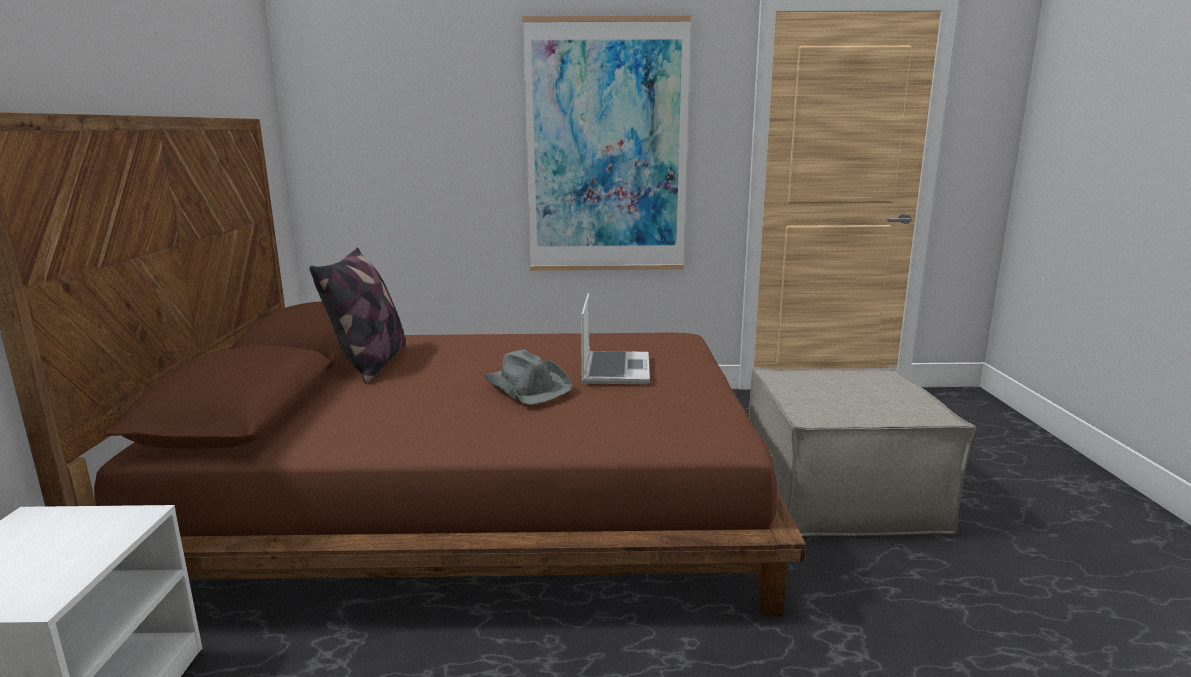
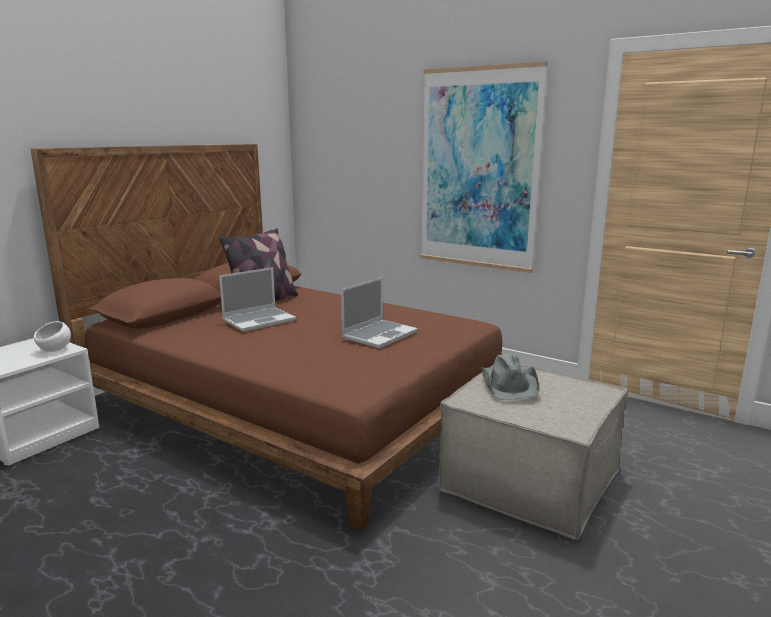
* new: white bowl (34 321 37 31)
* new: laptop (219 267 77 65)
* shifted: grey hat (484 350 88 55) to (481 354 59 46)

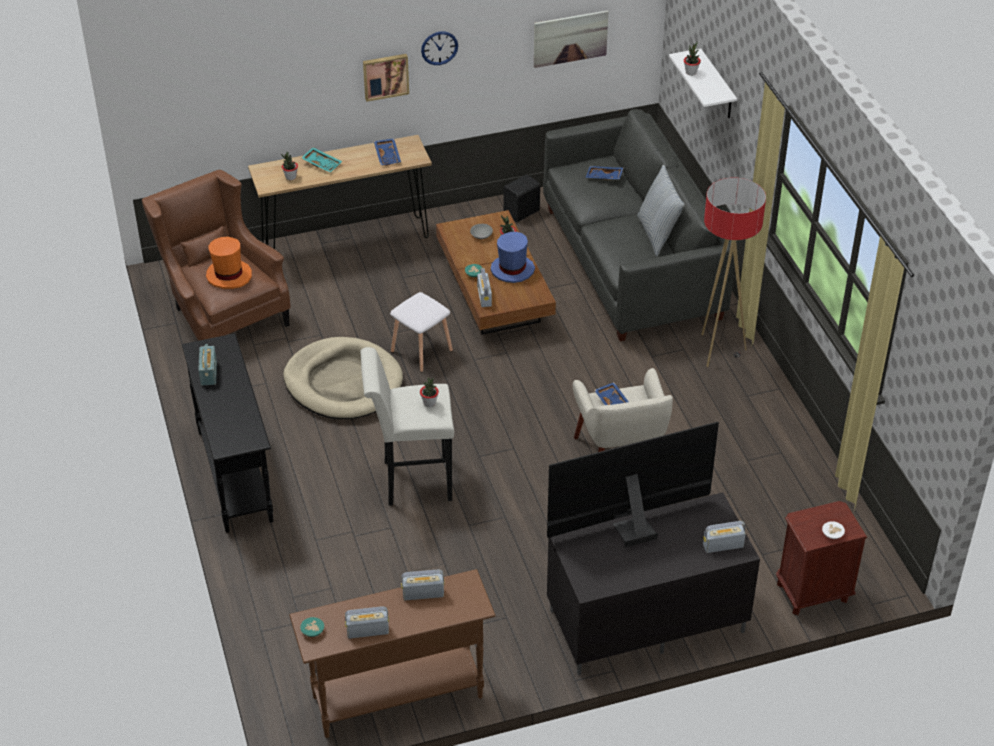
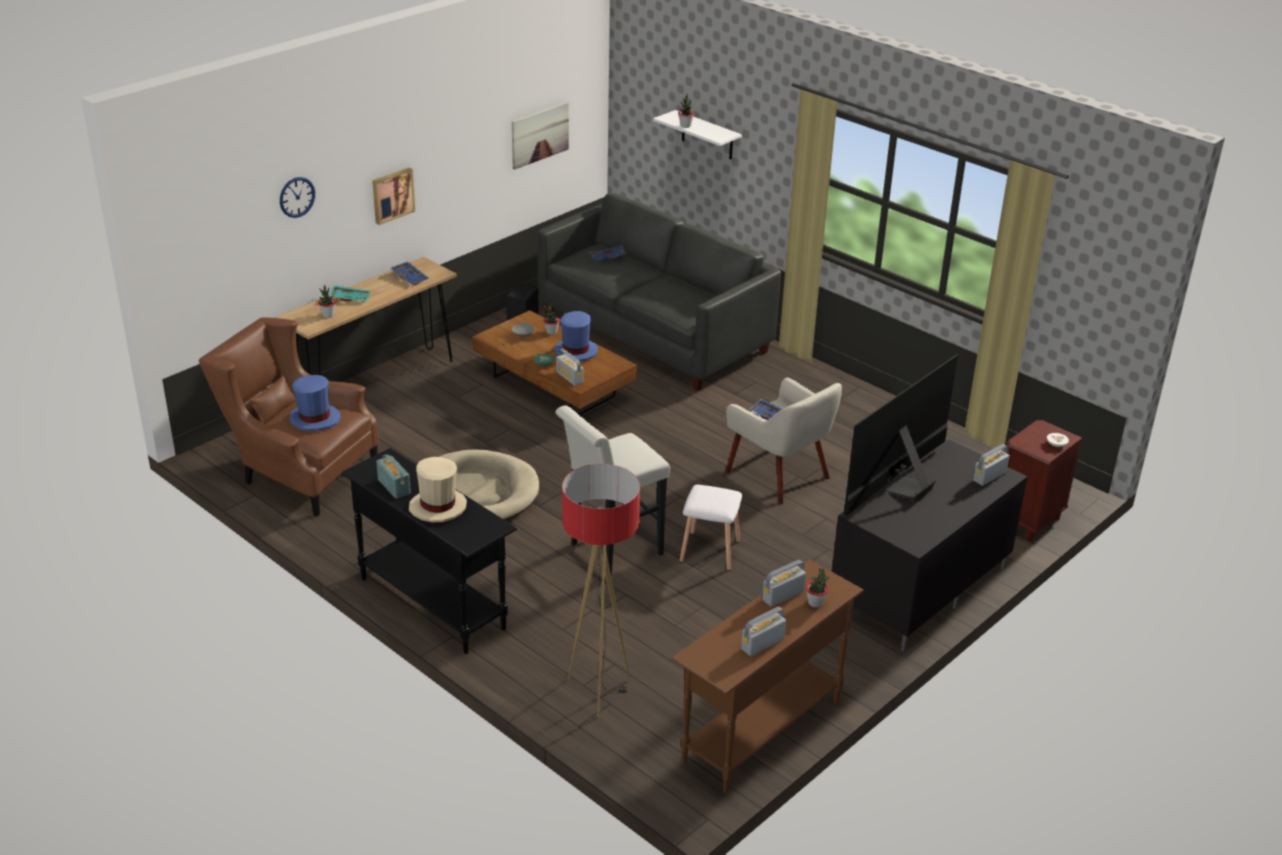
* shifted: wall clock (421 31 37 34) to (280 177 35 41)
* repainted: orange hat (206 237 46 52) to blue hat (290 375 51 56)
* new: beige hat (409 457 58 66)
* shifted: floor lamp (701 177 65 190) to (562 464 78 253)
* shifted: white stool (390 292 63 80) to (680 485 62 86)
* shifted: potted plant (420 377 19 30) to (806 568 23 40)
* gone: turquoise bowl (300 617 24 20)
* gone: pillow (637 165 48 92)

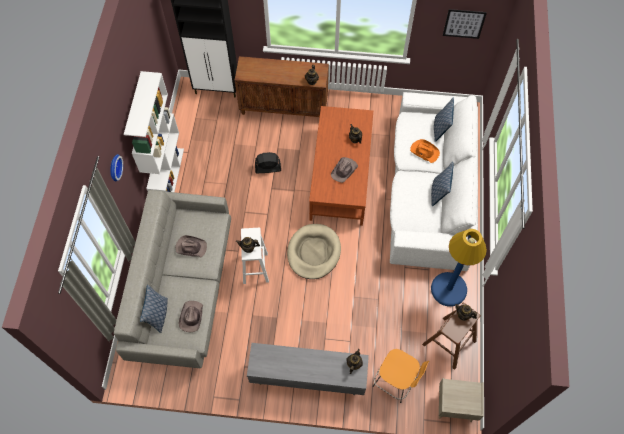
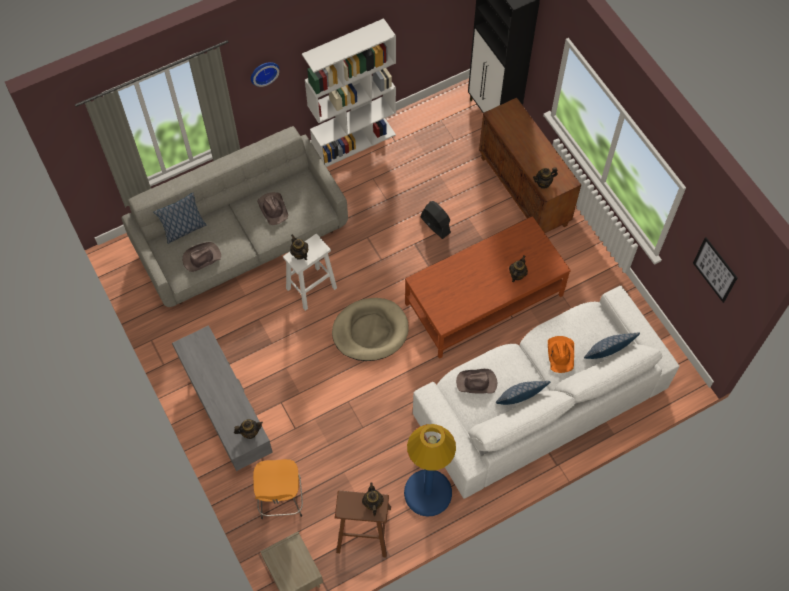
* shifted: brown hat (331 157 27 26) to (456 369 41 25)

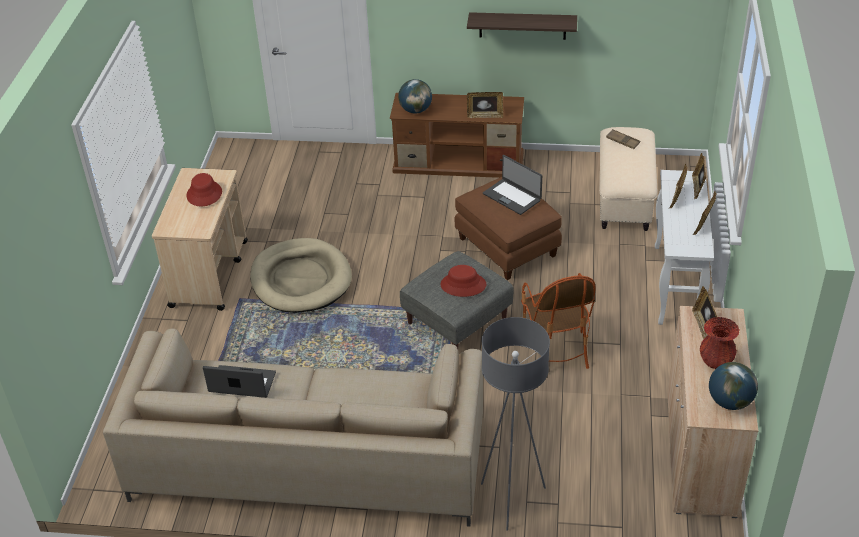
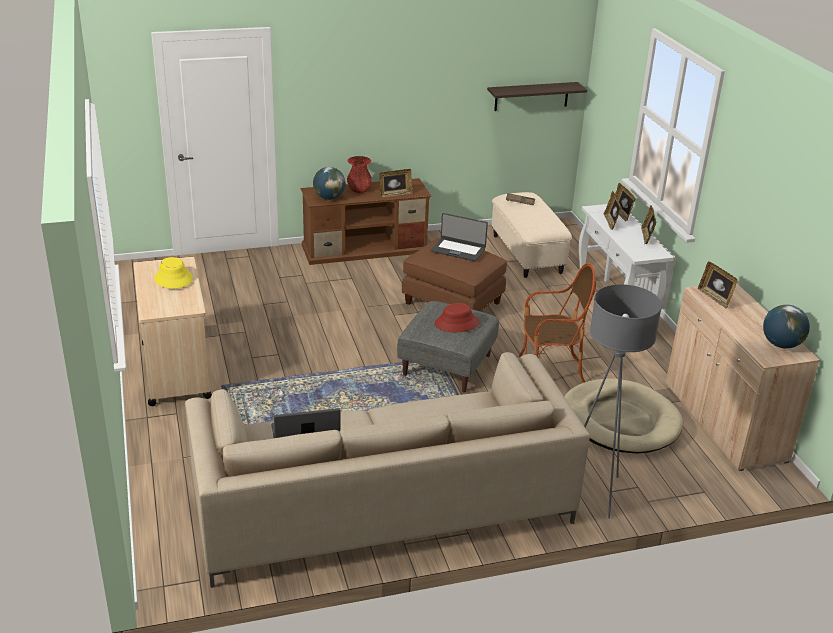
* repainted: red hat (187 173 35 33) to yellow hat (154 257 39 32)
* shifted: red vase (700 317 39 52) to (347 156 25 37)
* shifted: shelf (467 12 110 28) to (487 82 100 29)
* rotated: armchair (521 273 75 96) = (519 263 77 120) 60 degrees counterclockwise
* shifted: beige dog bed (250 238 102 75) to (564 379 119 74)

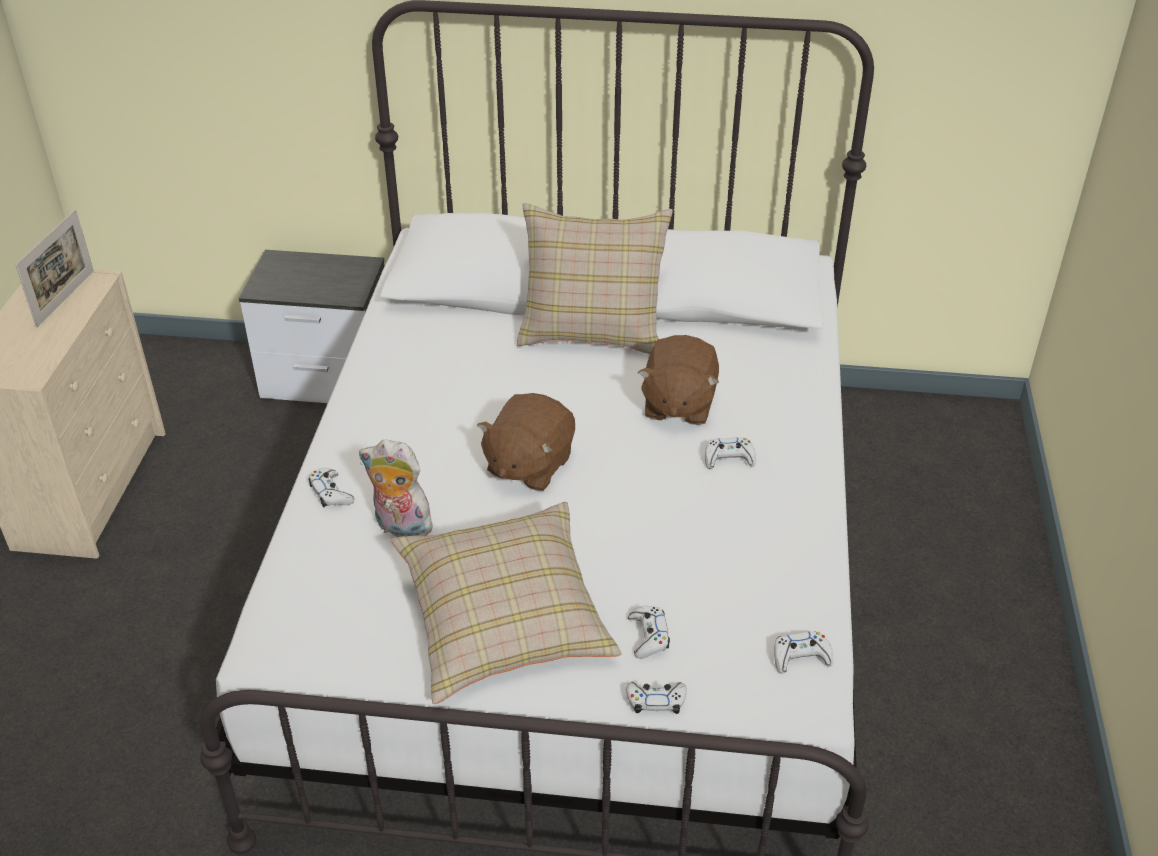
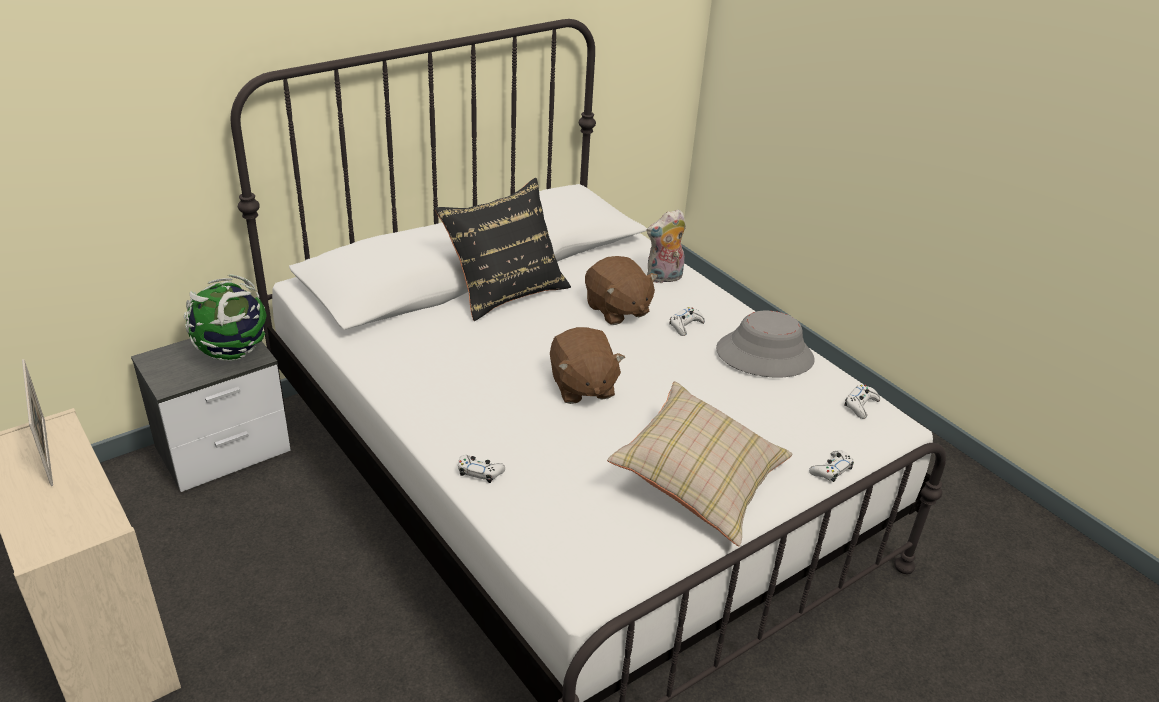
* new: globe (184 274 82 87)
* repainted: beige pillow (517 203 156 151) to black pillow (435 178 136 143)
* shifted: plush toy (359 439 78 98) to (646 209 40 74)
* new: grey hat (716 311 99 67)
* gone: white game controller (628 606 42 53)

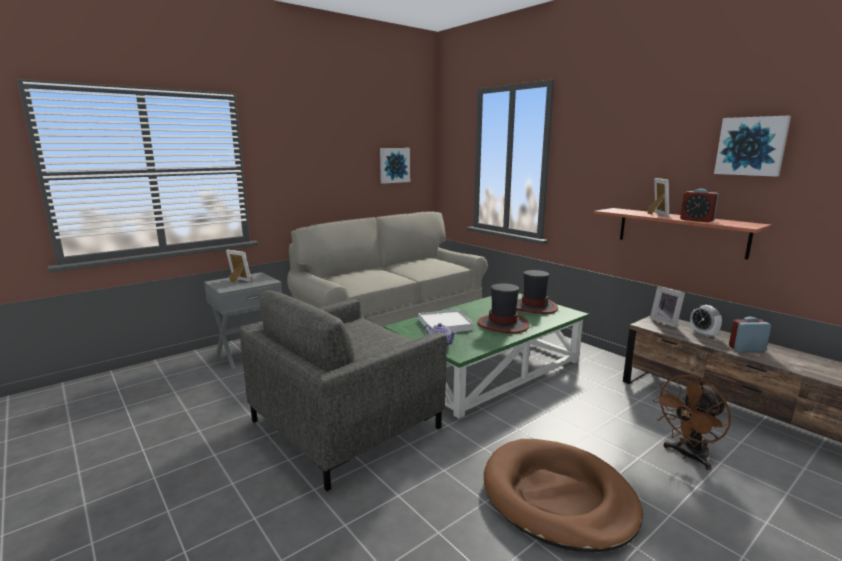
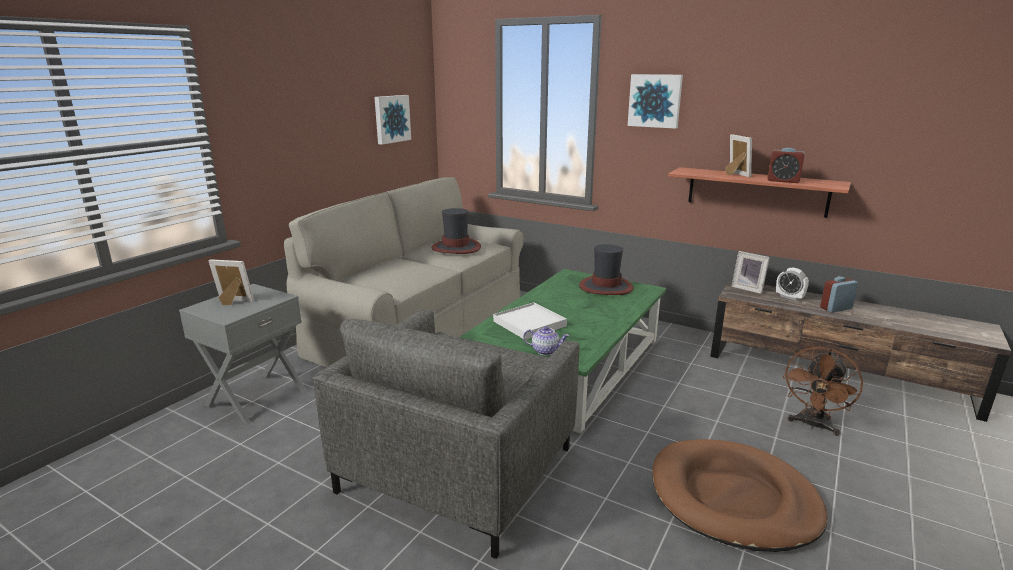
* shifted: hat (477 284 52 50) to (431 208 50 46)
* shifted: picture (714 116 77 61) to (628 74 55 55)

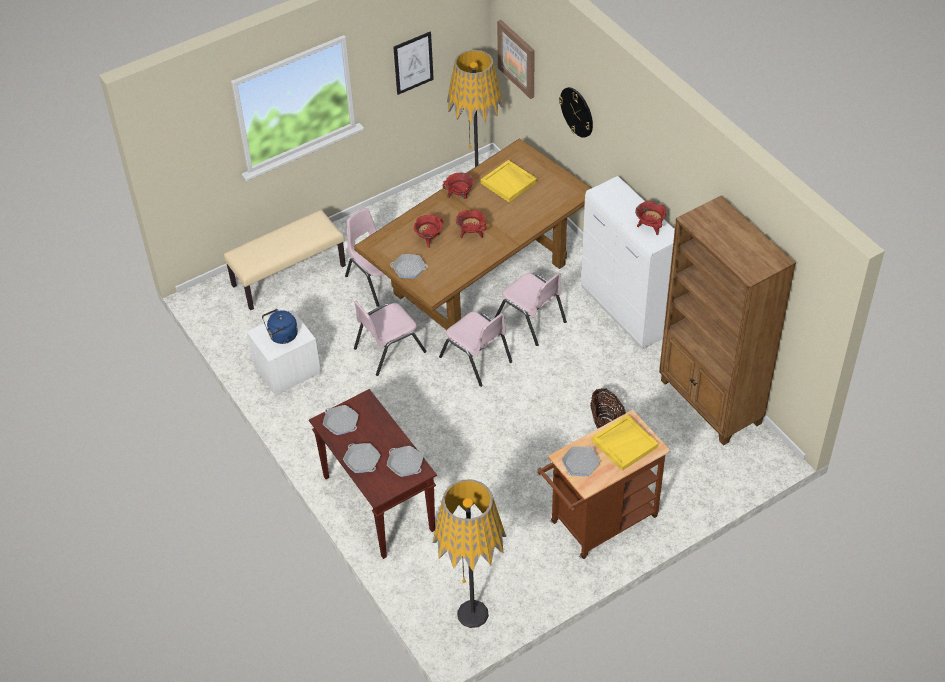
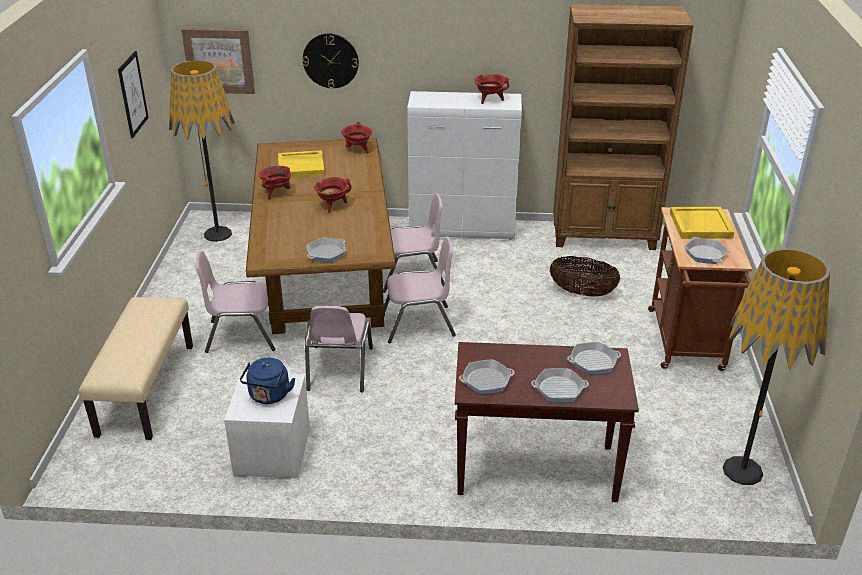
* shifted: red cooking pot (414 215 29 33) to (341 122 31 31)

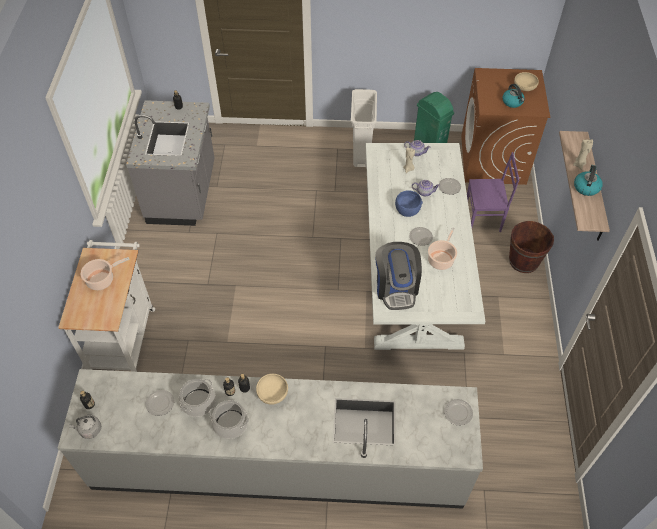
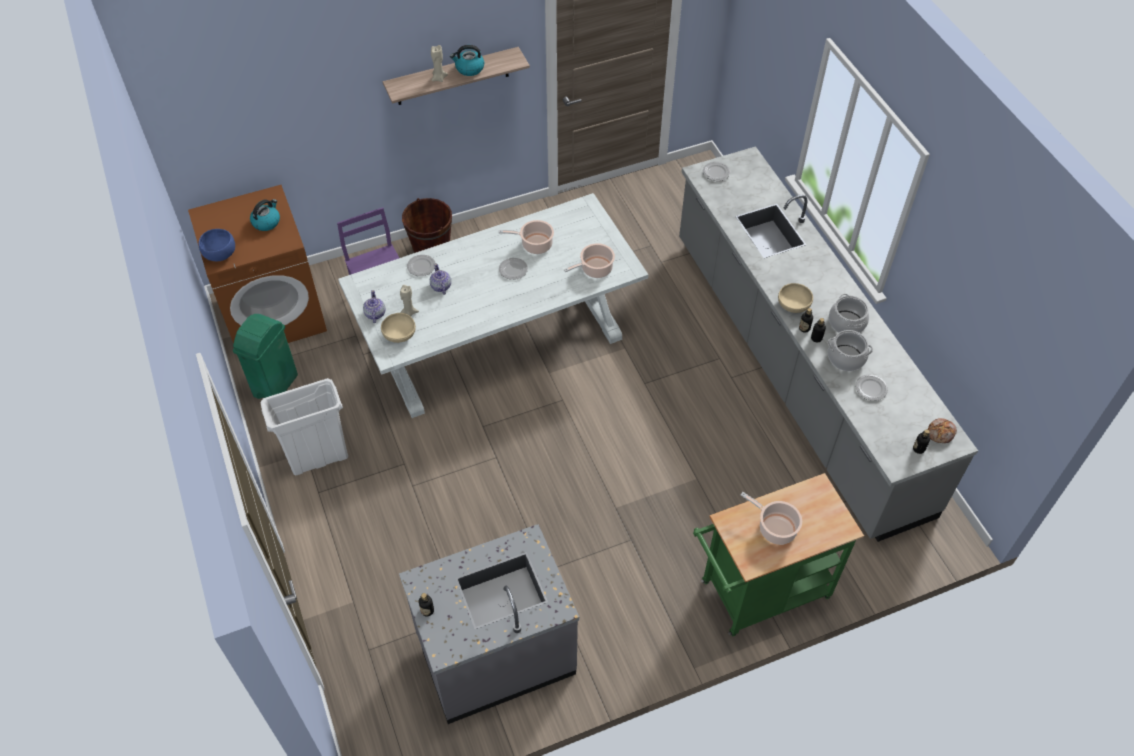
* shifted: blue bowl (395 190 28 27) to (199 229 36 32)
* shifted: beige bowl (514 72 25 19) to (381 313 35 30)
* swapped: coffee machine (375 242 47 68) to cooking pot (564 243 51 35)
* repainted: white cart (58 240 97 132) to green cart (693 473 171 163)
* swapped: grey kettle (69 415 32 24) to bread (928 418 29 25)

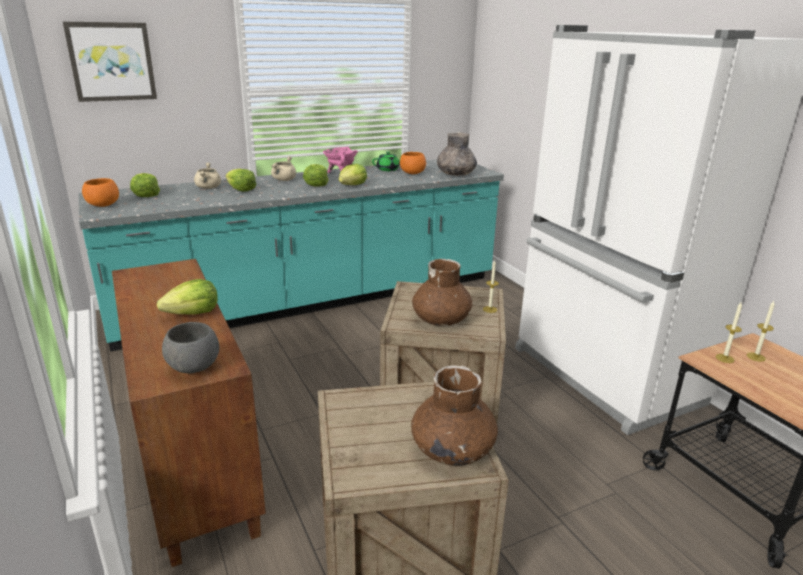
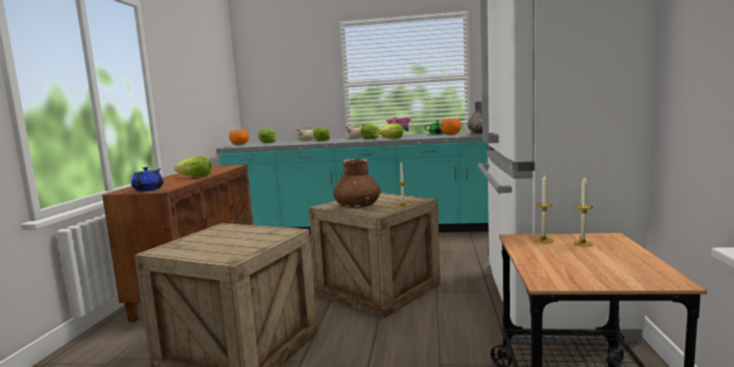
* swapped: grey bowl (162 322 57 51) to blue teapot (131 167 33 24)
* gone: picture (63 22 94 80)
* gone: brown vase (411 366 87 100)

